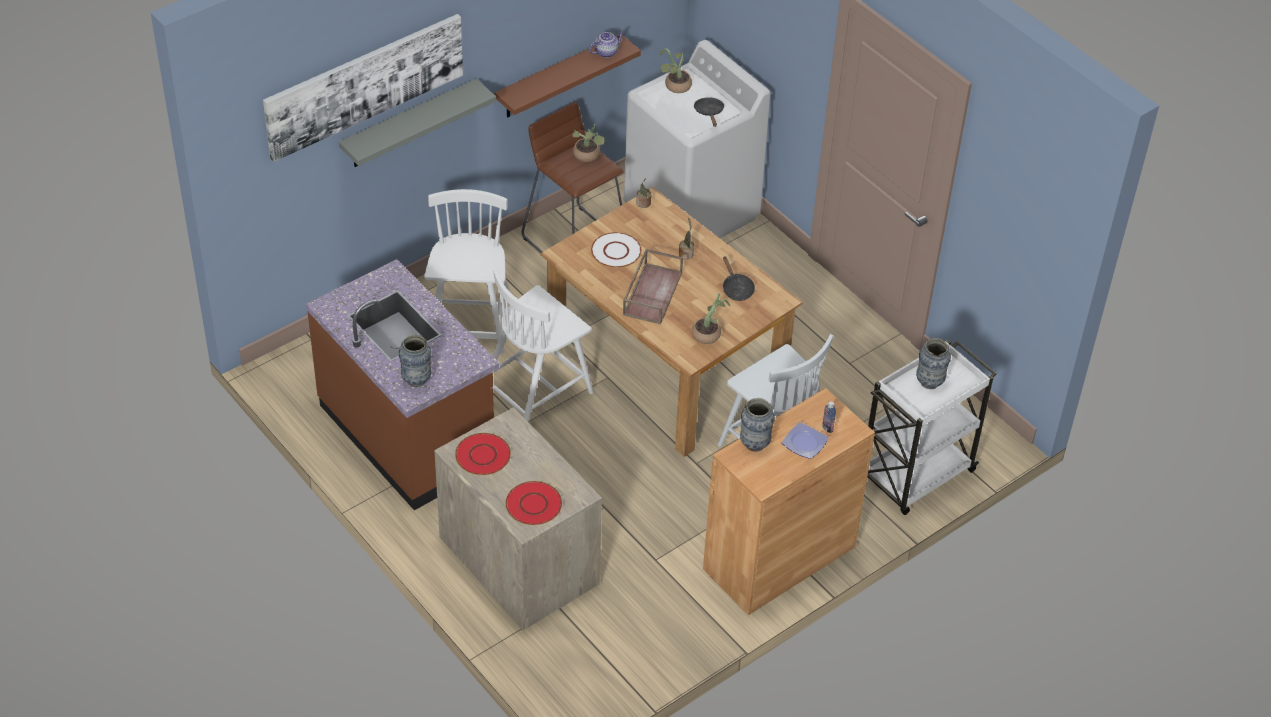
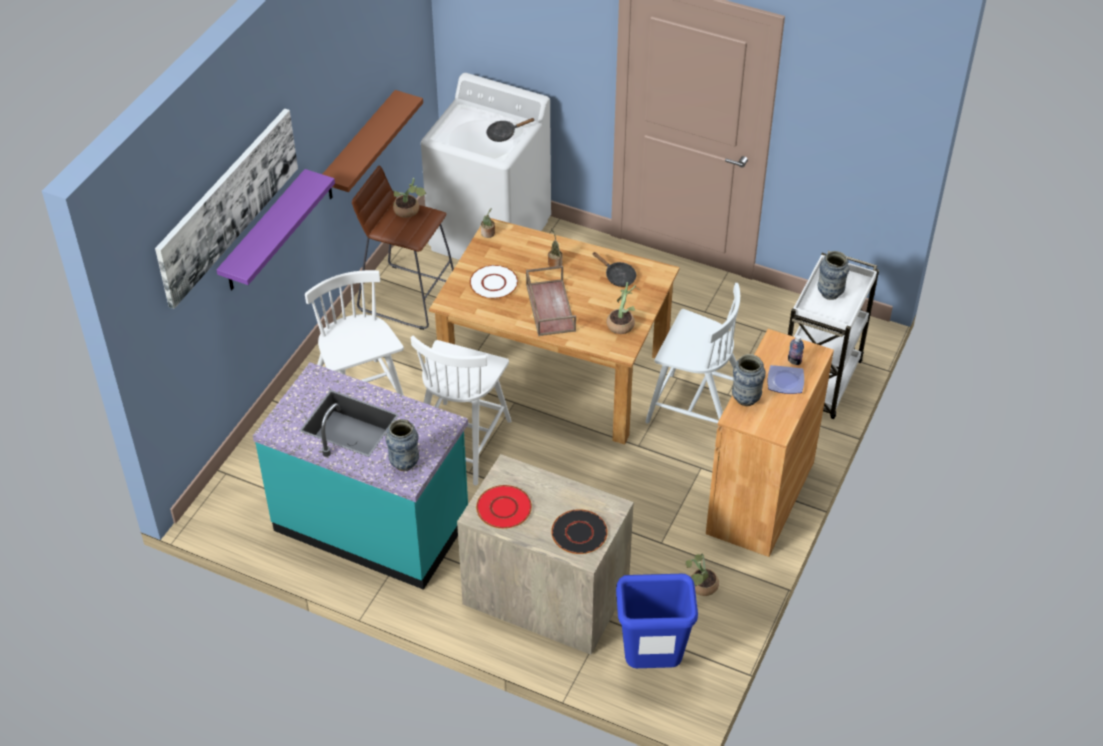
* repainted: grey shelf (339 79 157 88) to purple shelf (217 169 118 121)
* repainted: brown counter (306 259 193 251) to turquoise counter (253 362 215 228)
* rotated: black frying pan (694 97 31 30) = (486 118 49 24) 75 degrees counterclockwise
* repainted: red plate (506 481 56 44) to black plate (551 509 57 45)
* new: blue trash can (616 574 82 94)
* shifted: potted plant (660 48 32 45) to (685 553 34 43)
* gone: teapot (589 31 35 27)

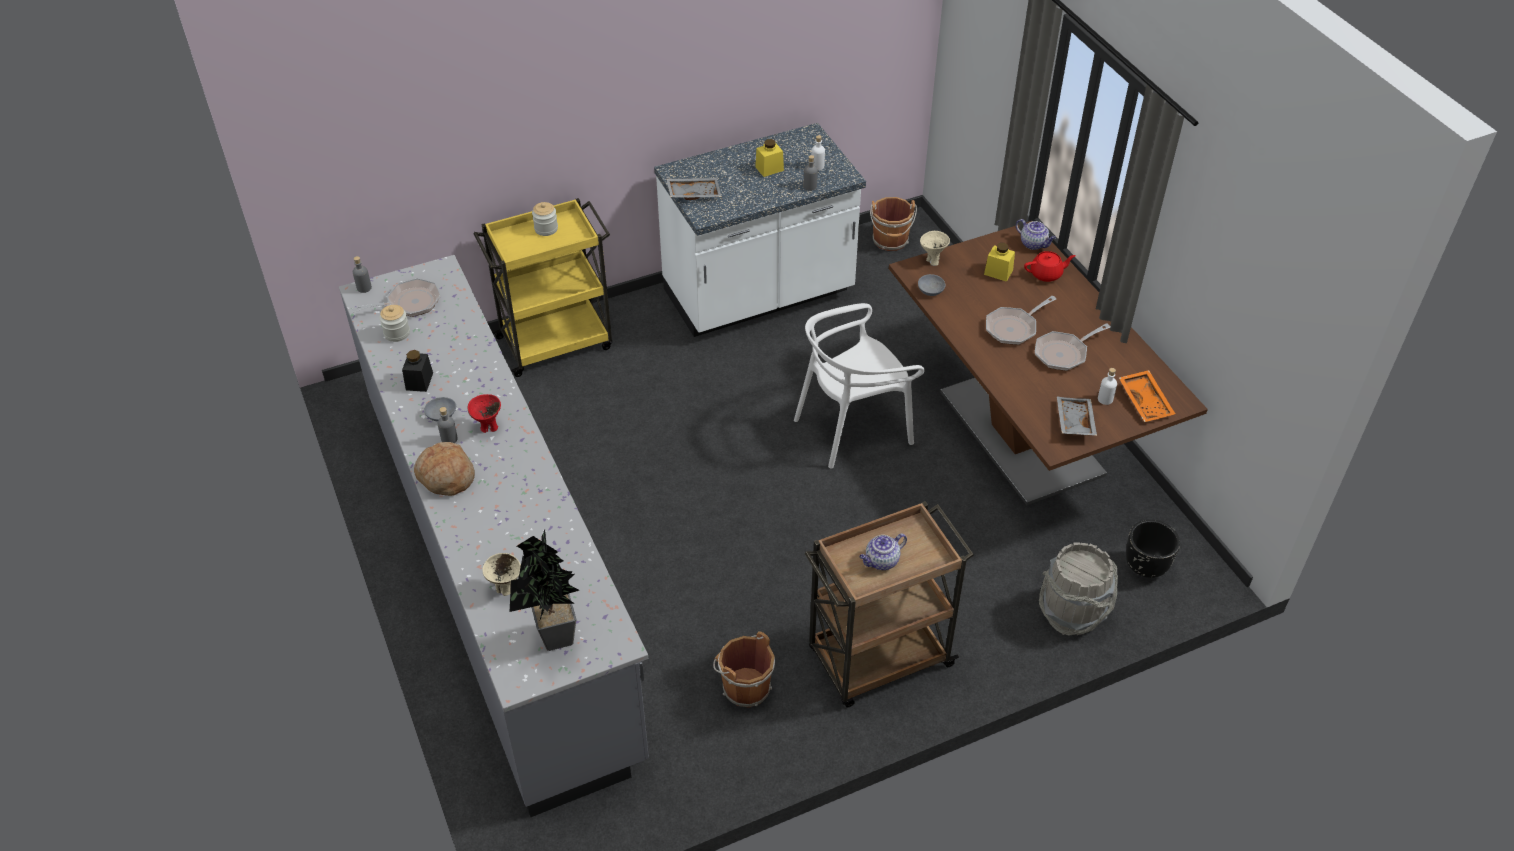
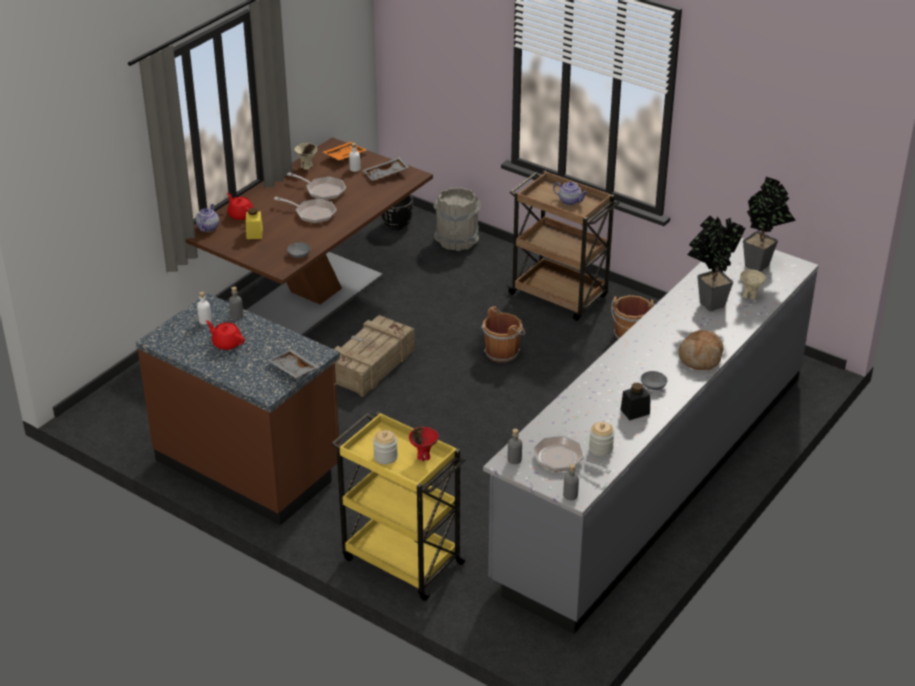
* repainted: white counter (654 123 212 214) to brown counter (136 293 204 232)
* swapped: yellow jar (755 139 29 38) to red teapot (206 320 39 30)
* shifted: beige bowl (920 231 30 35) to (295 143 22 27)
* swapped: white chair (794 303 131 165) to crate (334 315 81 82)
* shifted: red bowl (467 394 34 39) to (409 427 30 34)
* shifted: brown bucket (870 197 47 54) to (481 306 44 57)
* shifted: grey bottle (438 407 20 36) to (508 429 14 35)
* new: potted plant (687 216 59 95)

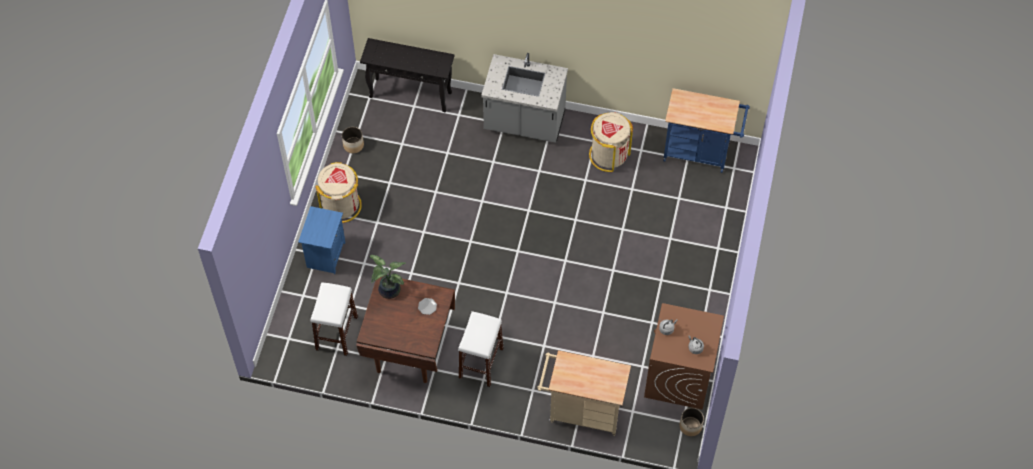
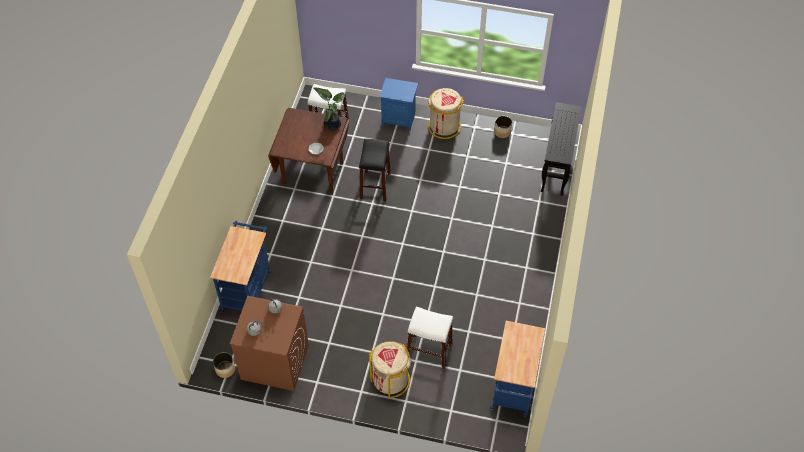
* repainted: beige cart (537 350 94 86) to blue cart (210 221 62 91)
* new: black stool (359 139 32 62)
* shifted: beige trash can (589 112 44 60) to (369 341 42 57)
* shifted: white stool (458 311 46 76) to (407 307 46 62)
* gone: grey counter (481 53 87 90)

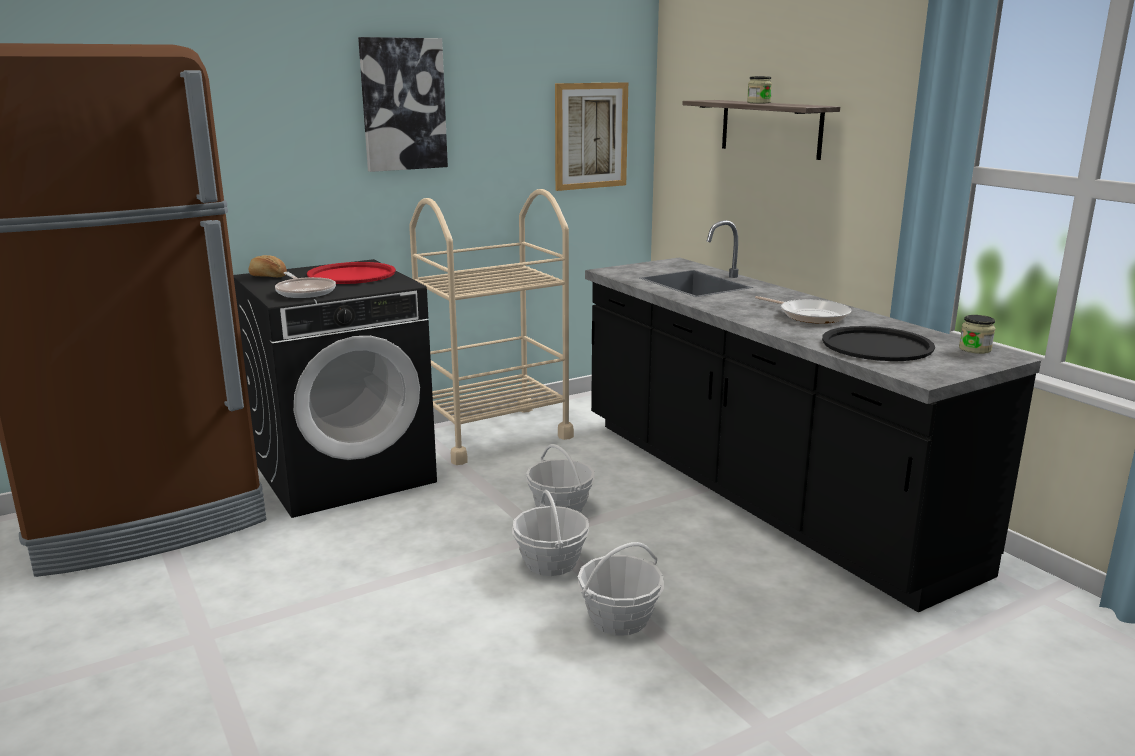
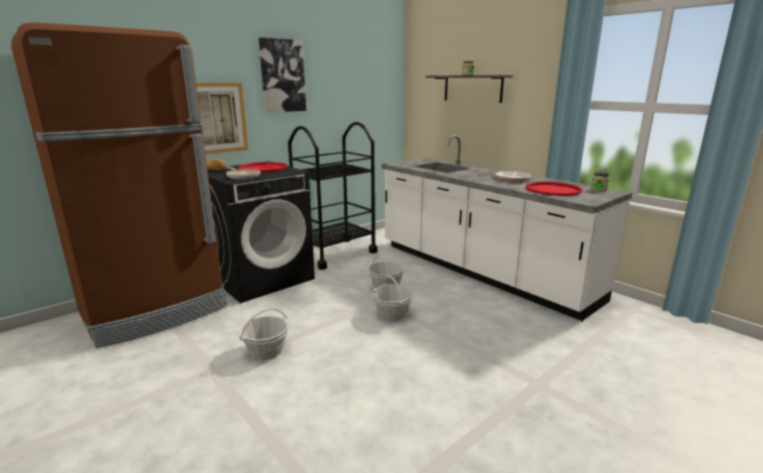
* shifted: picture (555 82 73 109) to (196 83 52 71)
* shifted: basket (578 542 86 94) to (239 308 50 52)
* repainted: beige cart (409 189 165 276) to black cart (288 122 90 148)
* repainted: black counter (585 220 456 392) to white counter (381 135 252 186)
* repainted: black tray (822 326 113 35) to red tray (525 182 58 14)

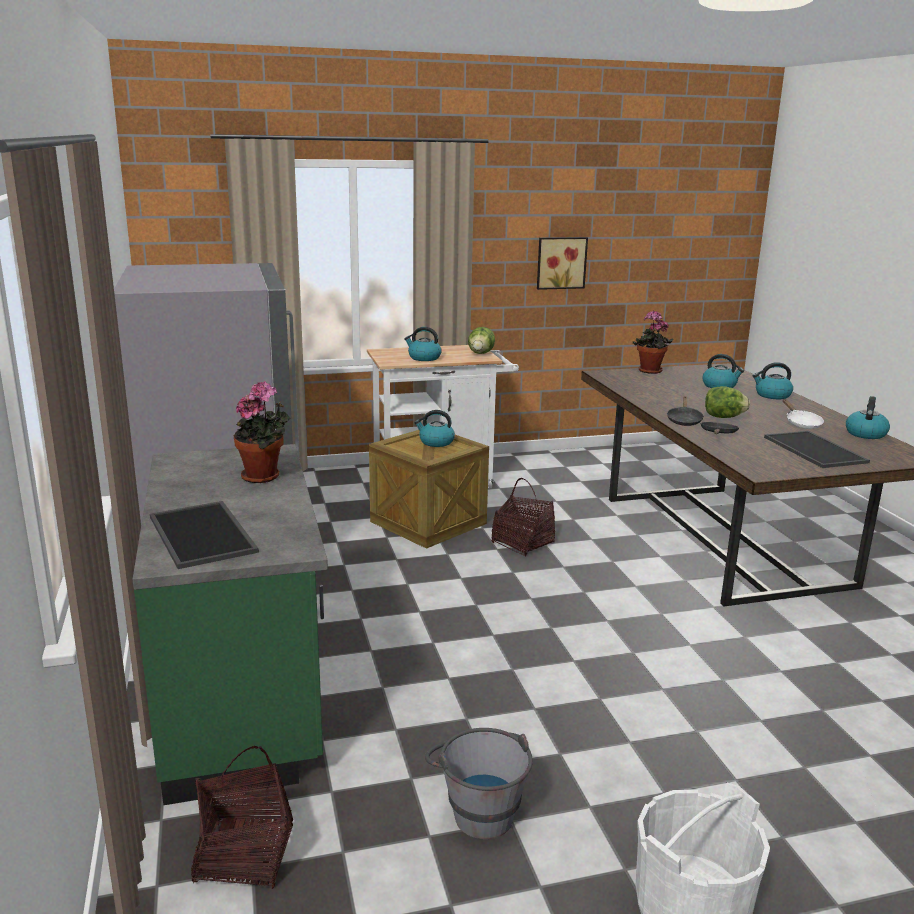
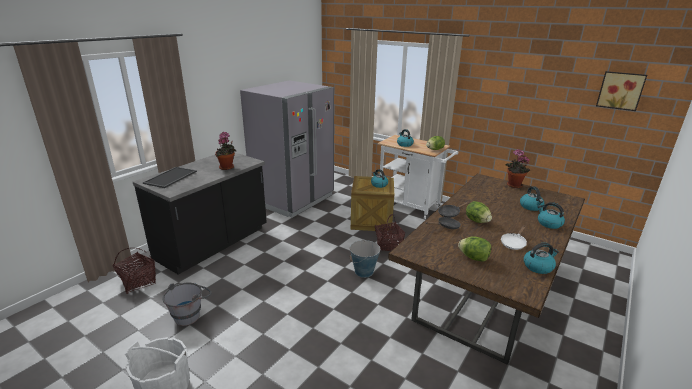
* repainted: green counter (133 444 195 361) to black counter (133 153 134 122)
* new: bucket (350 239 30 39)
* swapped: tray (764 431 106 37) to lettuce (458 236 33 26)
* shifted: picture (537 237 51 53) to (596 71 51 40)

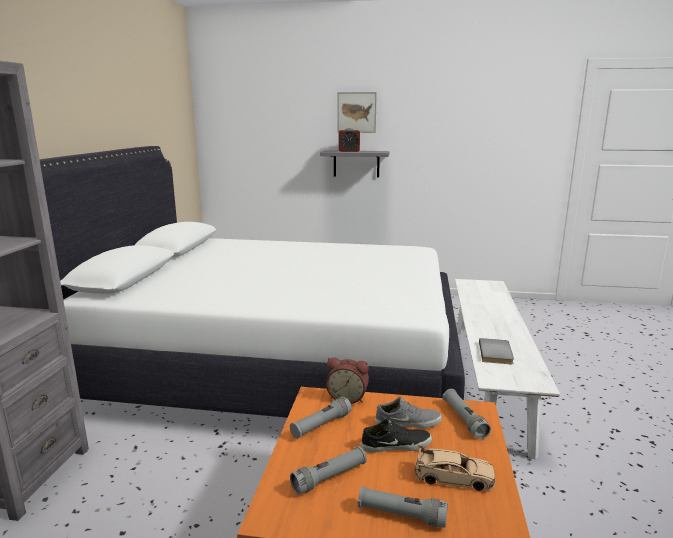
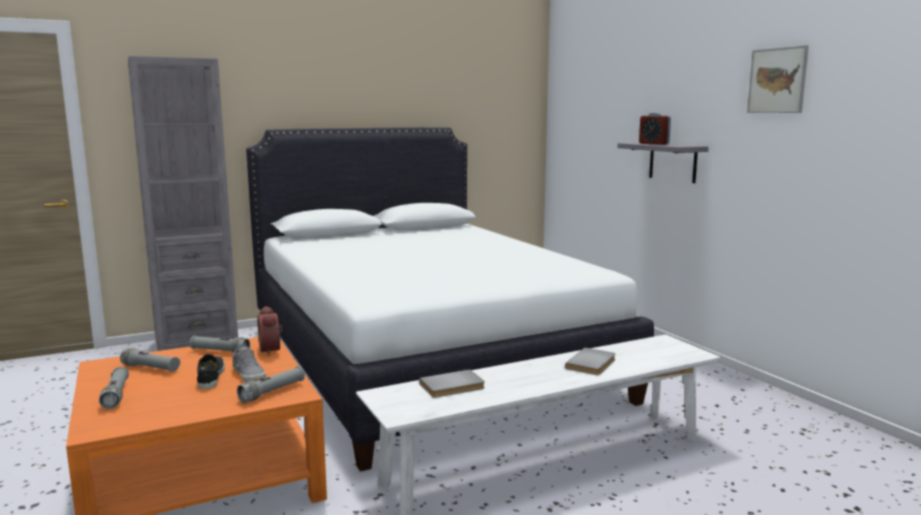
* rotated: black shoe (361 419 71 34) = (197 354 28 35) 150 degrees counterclockwise
* new: grey book (565 348 51 27)
* shifted: picture (338 92 39 41) to (747 45 62 68)
* gone: beige toy car (415 445 80 46)

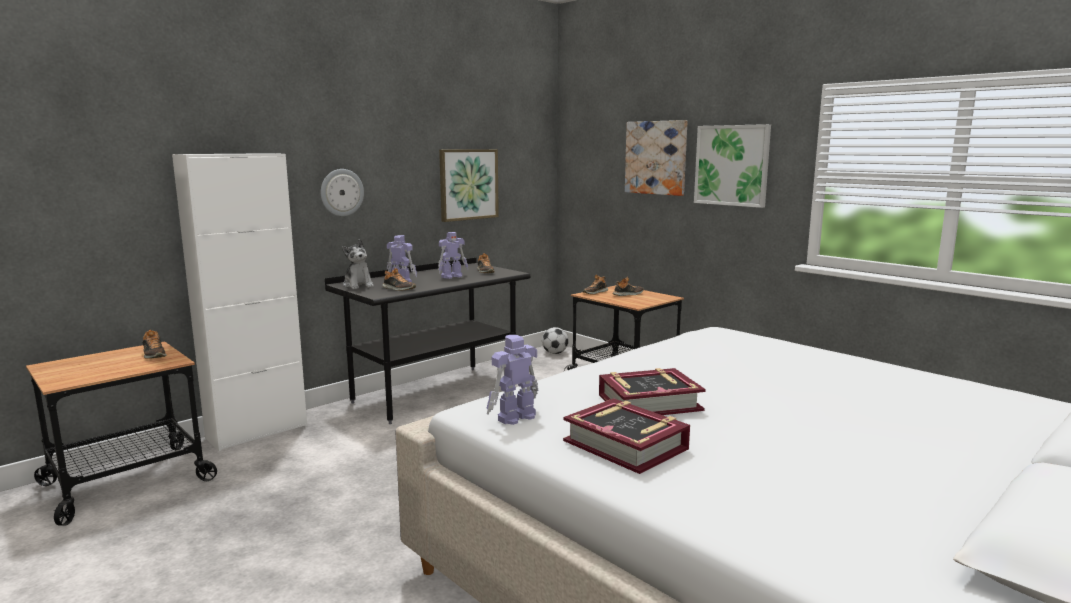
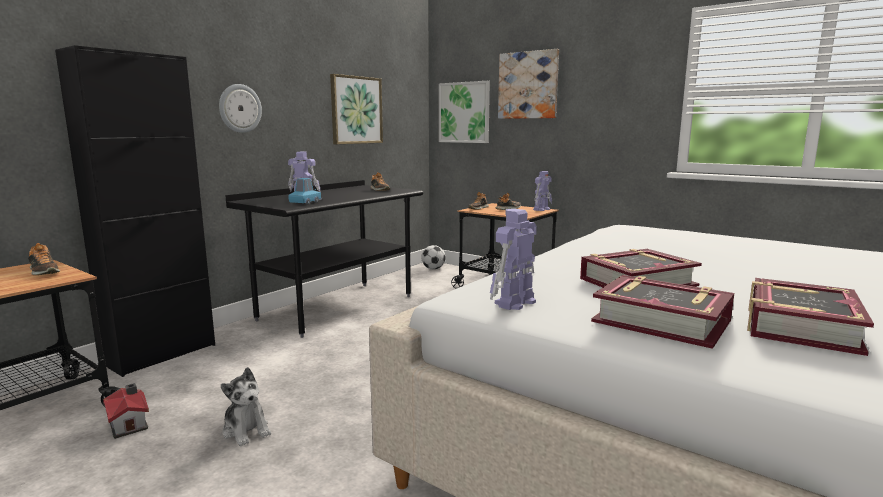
* repainted: white cabinet (172 153 135 298) to black cabinet (55 45 160 332)
* new: toy house (103 383 46 56)
* shifted: plush toy (342 239 32 50) to (221 367 50 79)
* swapped: shoe (382 268 34 23) to blue toy car (288 178 34 26)
* shifted: picture (694 124 77 84) to (439 81 51 62)
* shifted: toy robot (438 232 30 47) to (533 171 19 40)
* new: book (747 278 127 78)

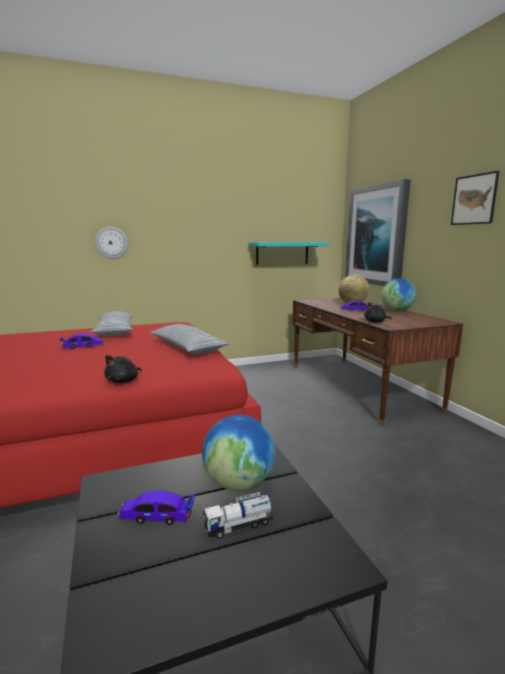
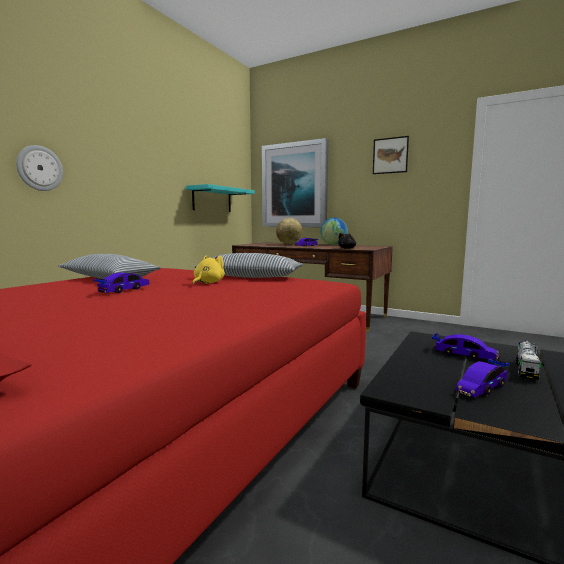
* new: yellow plush toy (193 256 32 28)
* swapped: globe (202 415 73 76) to toy car (432 333 68 27)
* gone: black plush toy (104 355 38 28)

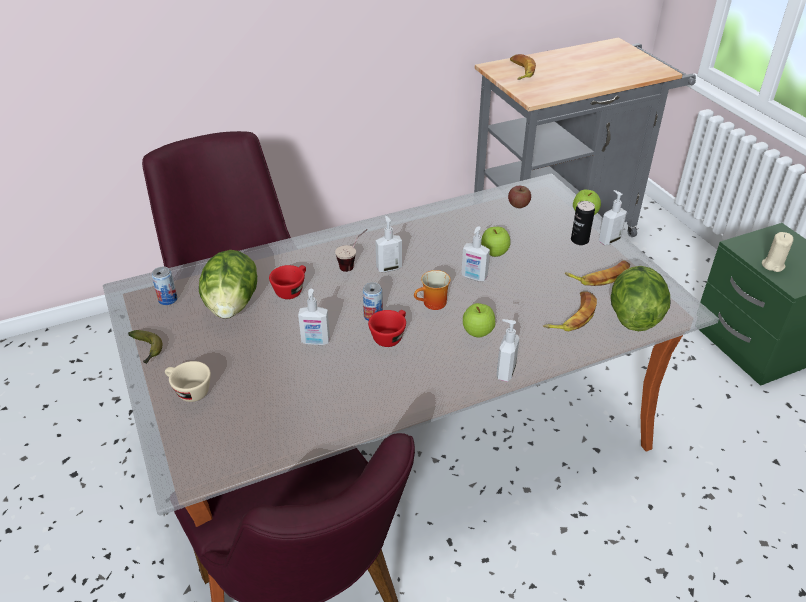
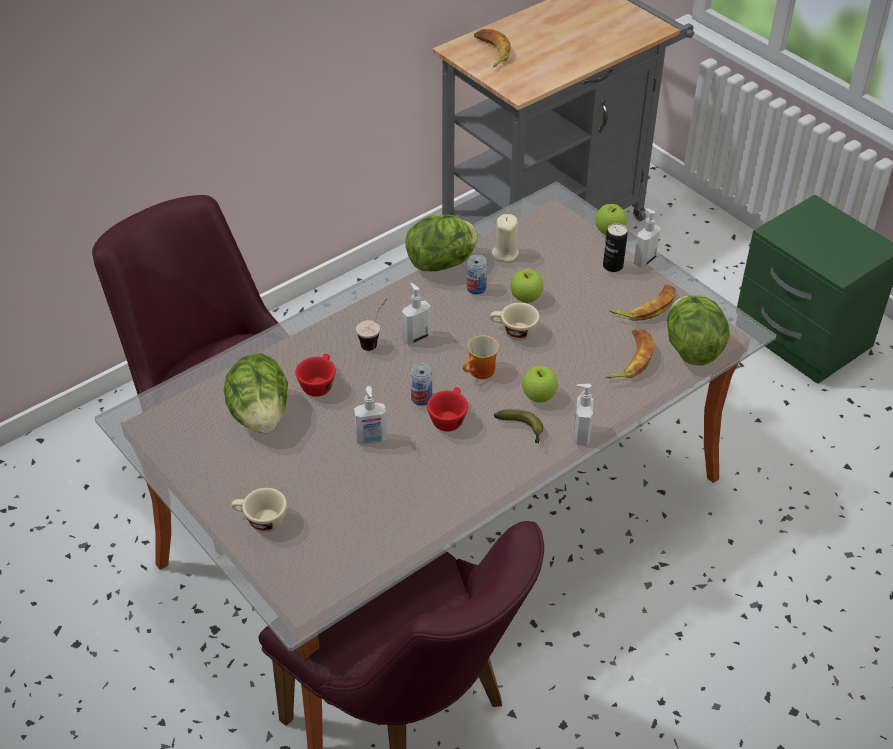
* new: lettuce (405 214 73 57)
* shifted: can (152 267 25 38) to (467 254 20 41)
* swapped: soap dispenser (461 226 29 55) to beige cup (490 303 50 38)
* shifted: beige candle (762 232 31 40) to (492 214 27 48)
* shifted: banana (128 330 34 34) to (494 409 49 35)
* gone: apple (508 186 23 22)

